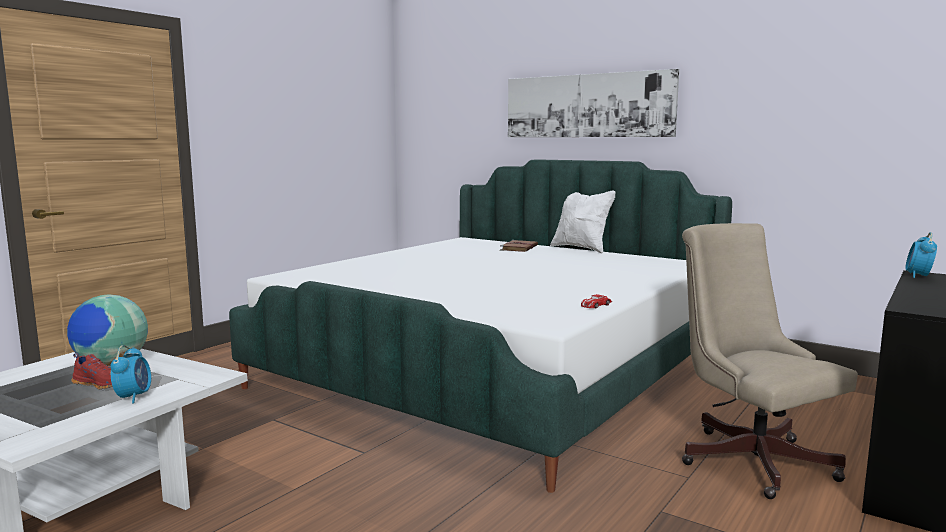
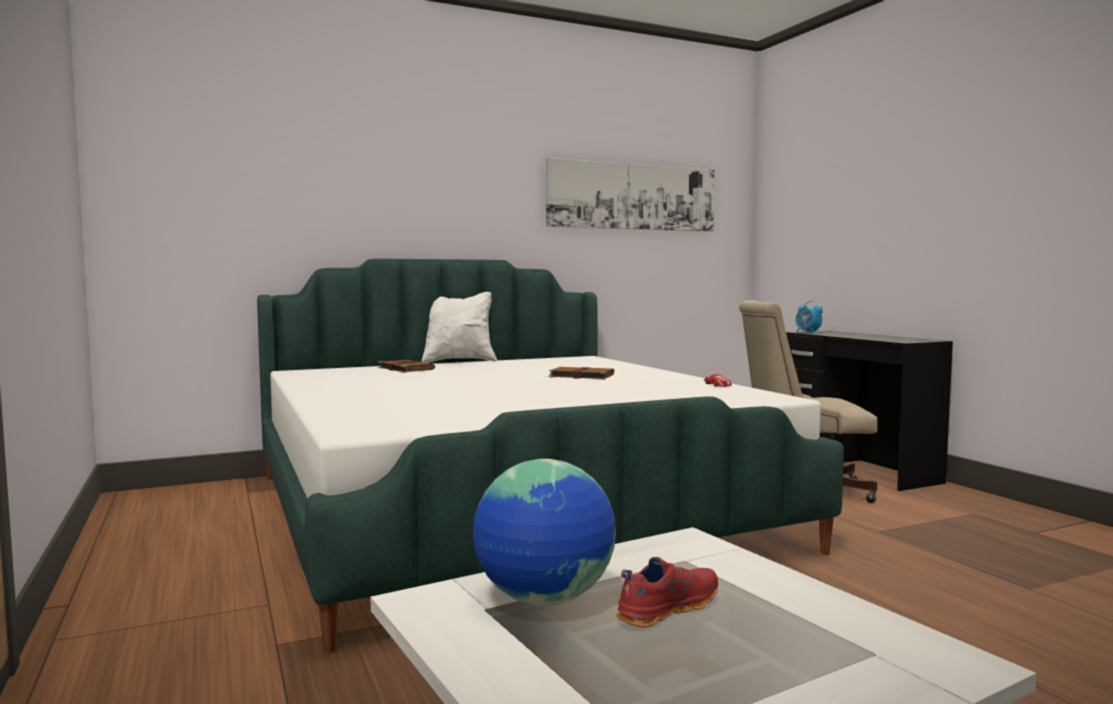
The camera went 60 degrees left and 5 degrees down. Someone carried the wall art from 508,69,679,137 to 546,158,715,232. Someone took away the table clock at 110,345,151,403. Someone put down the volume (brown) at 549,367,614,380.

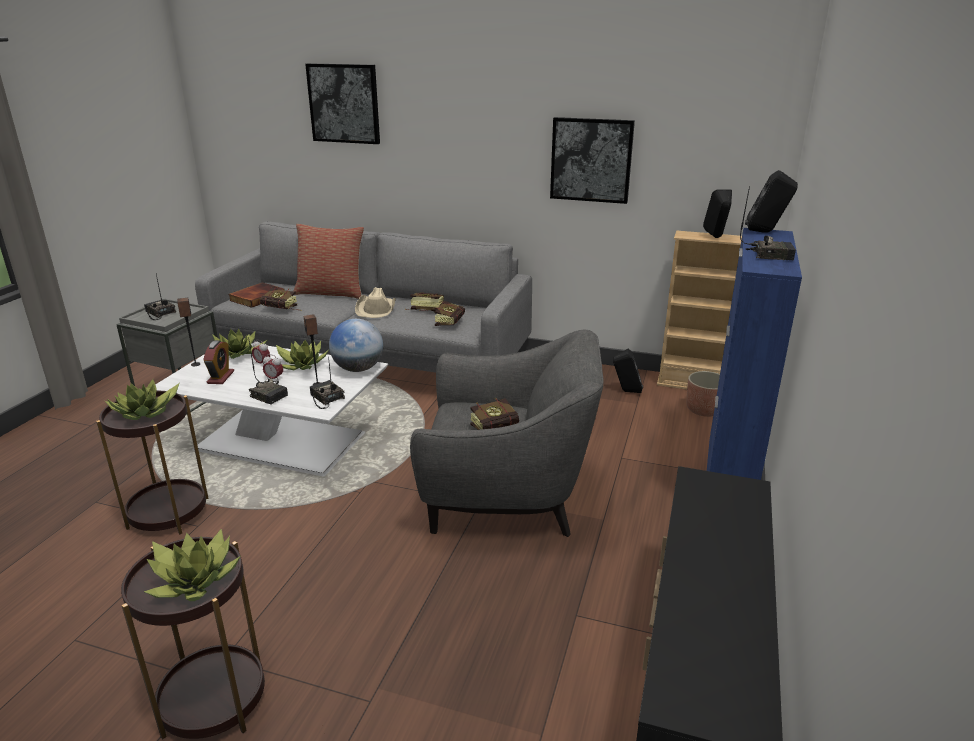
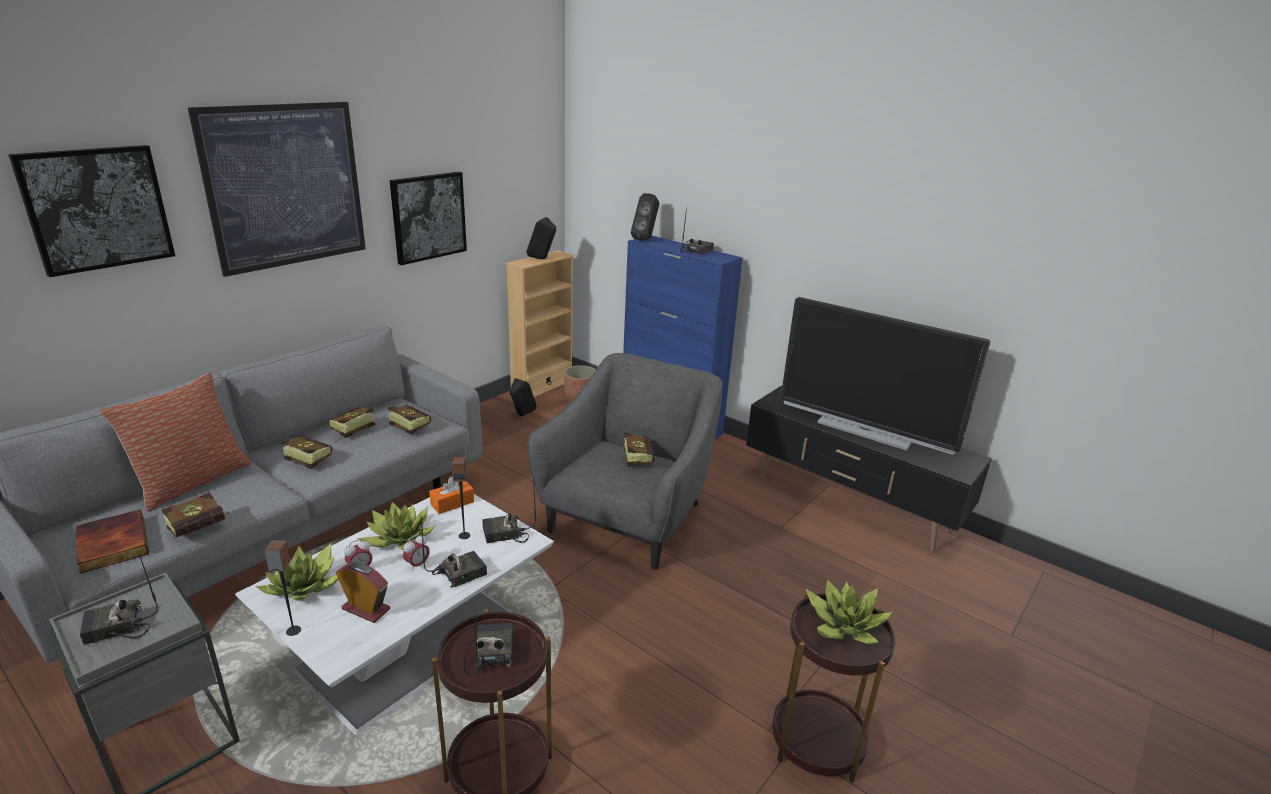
The camera went 70 degrees left and 0 degrees up. Someone swapped the clothing hat (beige-coloured) at 355,287,396,318 for the volume at 281,436,332,469. Someone swapped the desk globe at 329,319,383,372 for the tissue holder (orangey) at 429,476,474,514. Someone swapped the houseplant at 105,379,179,420 for the radio set at 464,615,513,677. Someone put up the wall art at 188,102,366,277. Someone put down the television at 781,297,990,455.

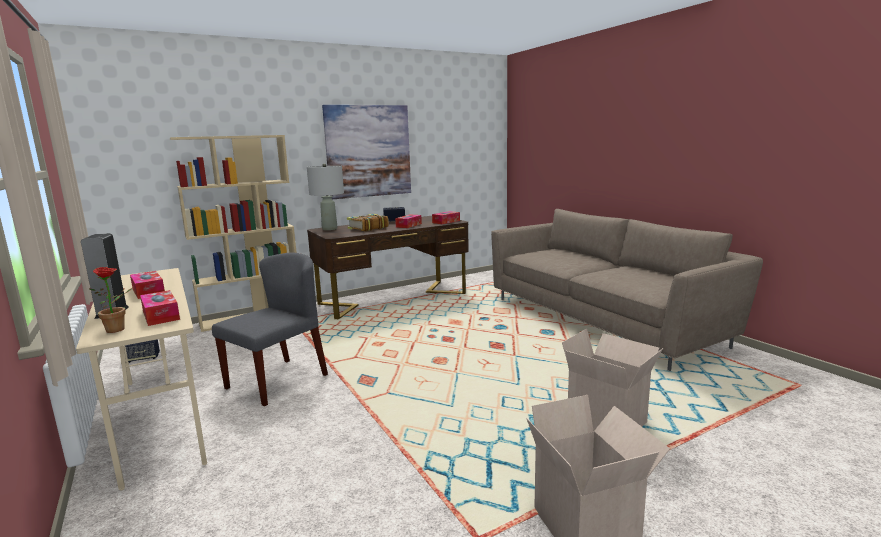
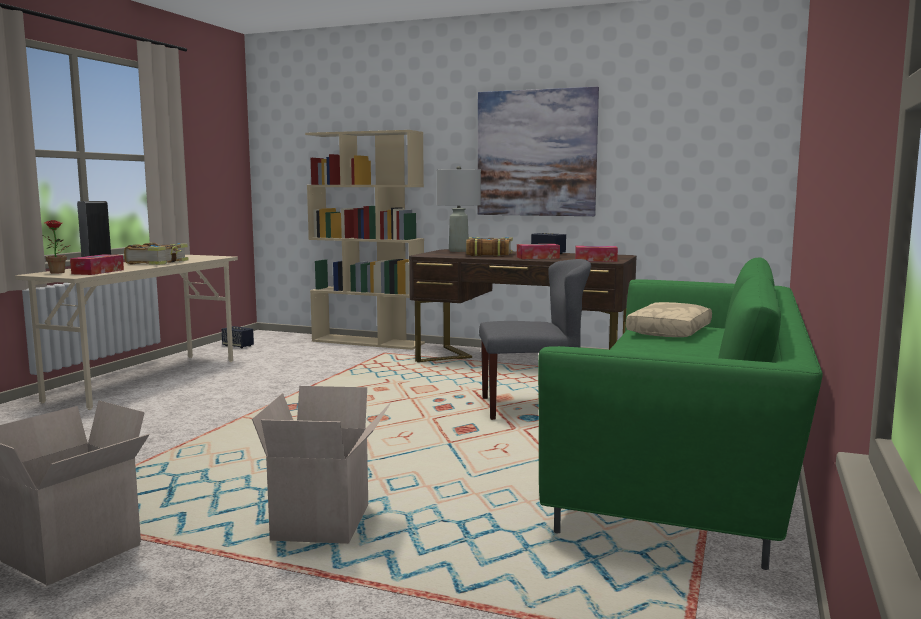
The camera went 50 degrees right and 5 degrees down. Someone repainted the sofa (beige-coloured) at 491,209,763,371, which became the sofa (green) at 538,258,823,570. Someone carried the chair (grey) from 212,253,328,406 to 479,259,591,420. Someone swapped the tissue holder at 130,271,165,299 for the volume at 124,243,188,265. Someone put down the cushion (beige-coloured) at 626,302,712,337.

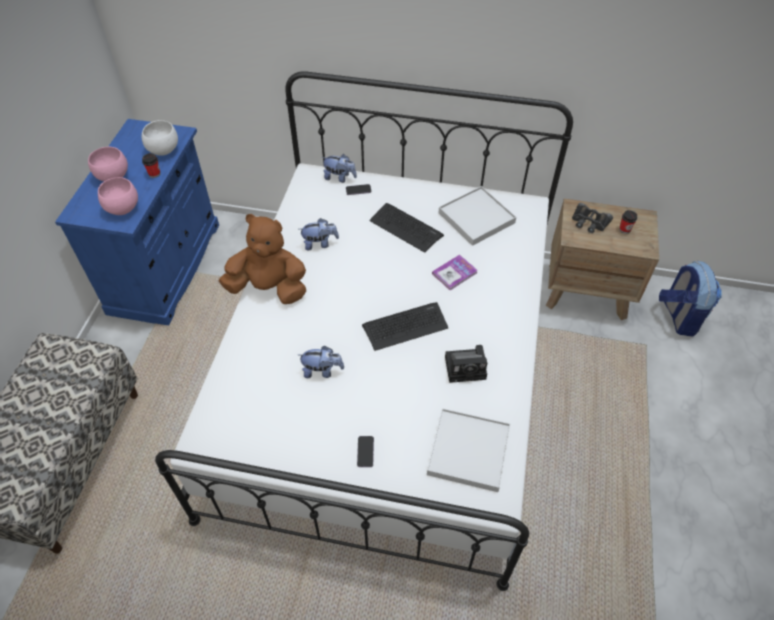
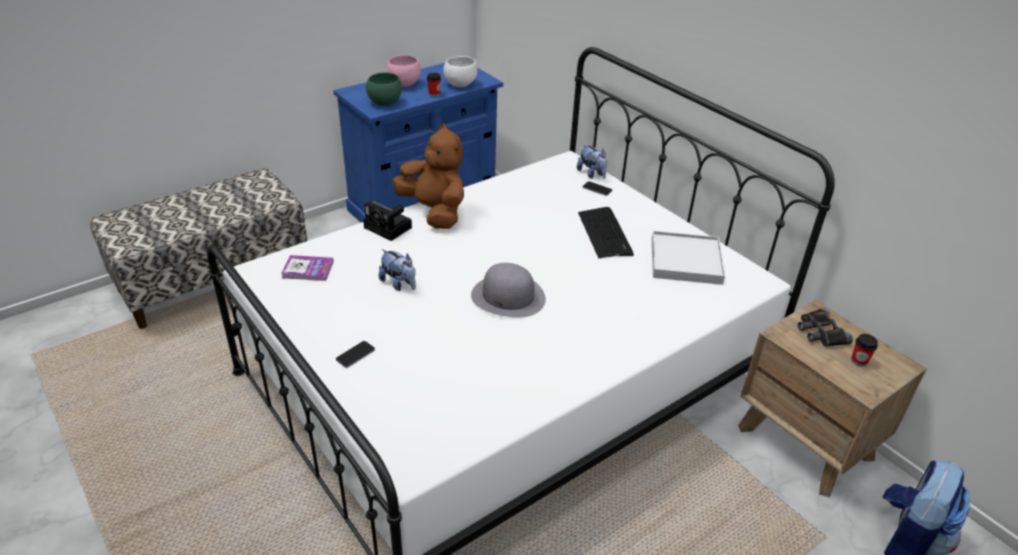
The camera went 40 degrees right and 15 degrees down. Someone repainted the deep dish (pink-coloured) at 98,177,138,215, which became the deep dish (green) at 366,72,402,106. Someone took away the cuddly toy at 299,218,339,250. Someone carried the volume from 432,255,478,290 to 281,255,334,281. Someone swapped the PC keyboard at 362,302,448,351 for the clothing hat (grey) at 471,263,546,318. Someone carried the photo camera from 445,345,487,383 to 363,201,412,241. Someone took away the serving tray (white) at 427,408,510,492.

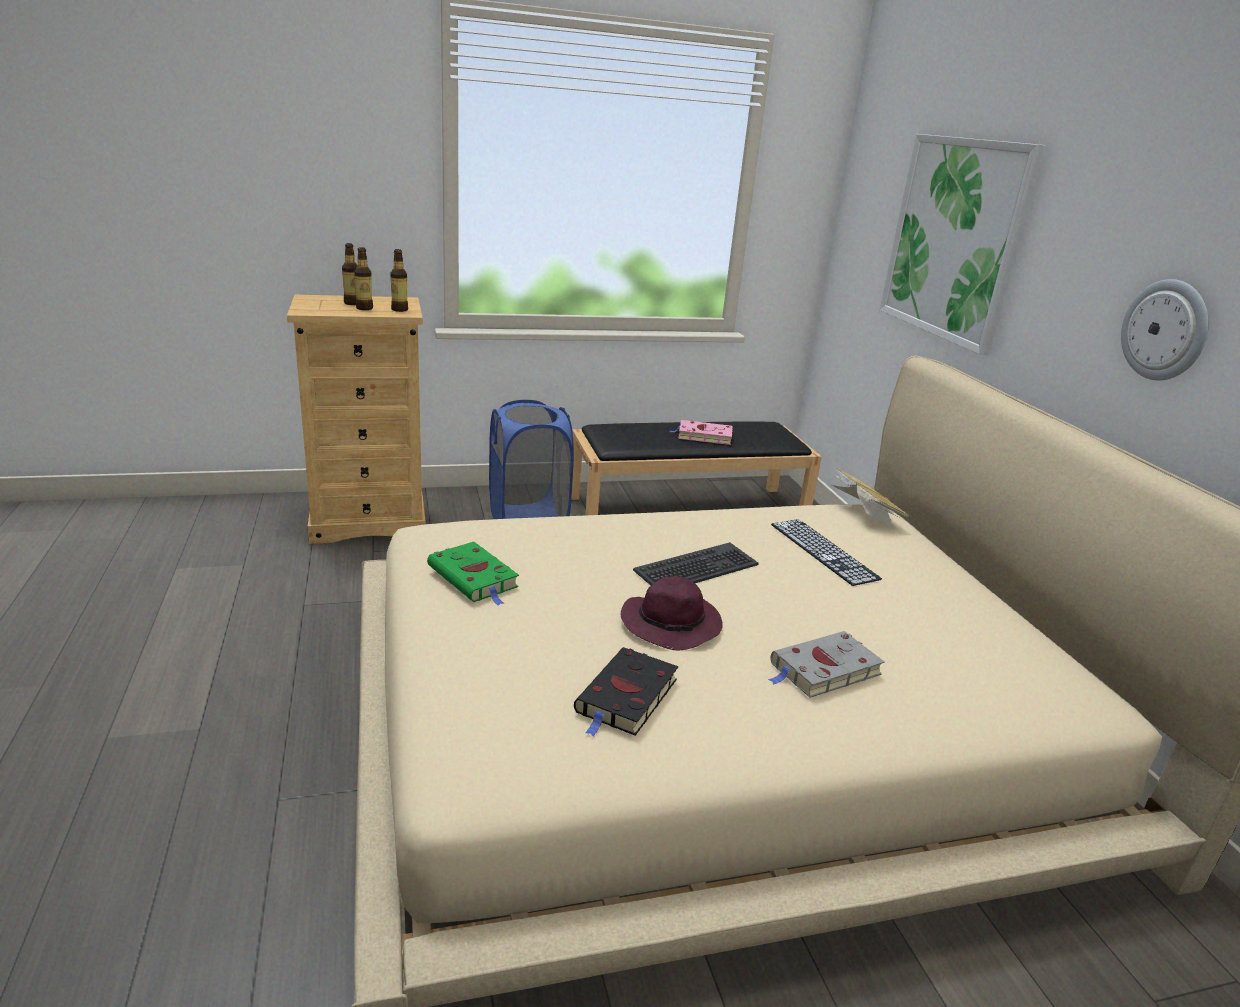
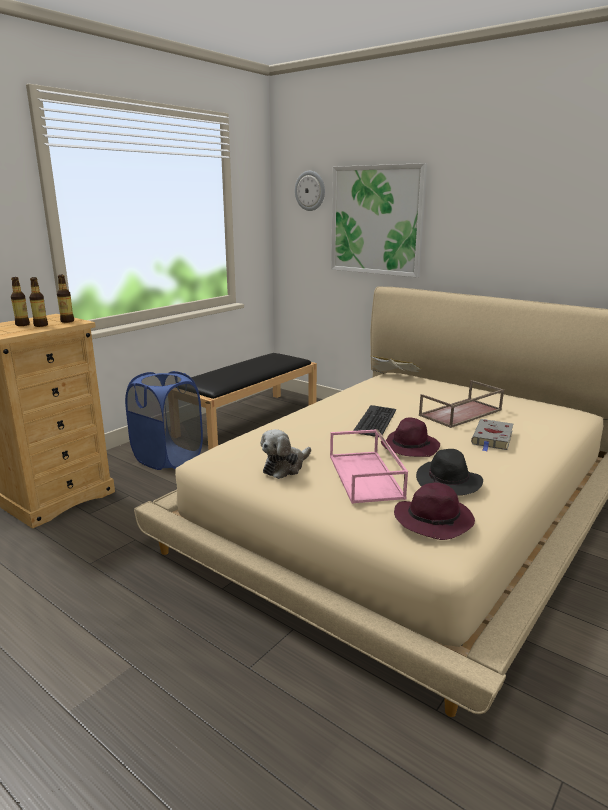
The camera went 35 degrees left and 5 degrees down. Someone carried the clock on the wall from 1121,279,1209,380 to 295,171,325,211. Someone took away the volume (pink-coloured) at 669,420,733,445. Someone took away the PC keyboard at 771,519,882,586. Someone swapped the volume (green) at 427,542,519,606 for the cuddly toy at 261,429,311,479. Someone swapped the volume (blackish) at 574,647,678,736 for the clothing hat (blackish) at 416,449,483,495. Someone put down the serving tray (brown) at 419,380,504,428. Someone put down the serving tray (pink-coloured) at 330,429,408,504. Someone put down the clothing hat (purple) at 394,482,475,540.

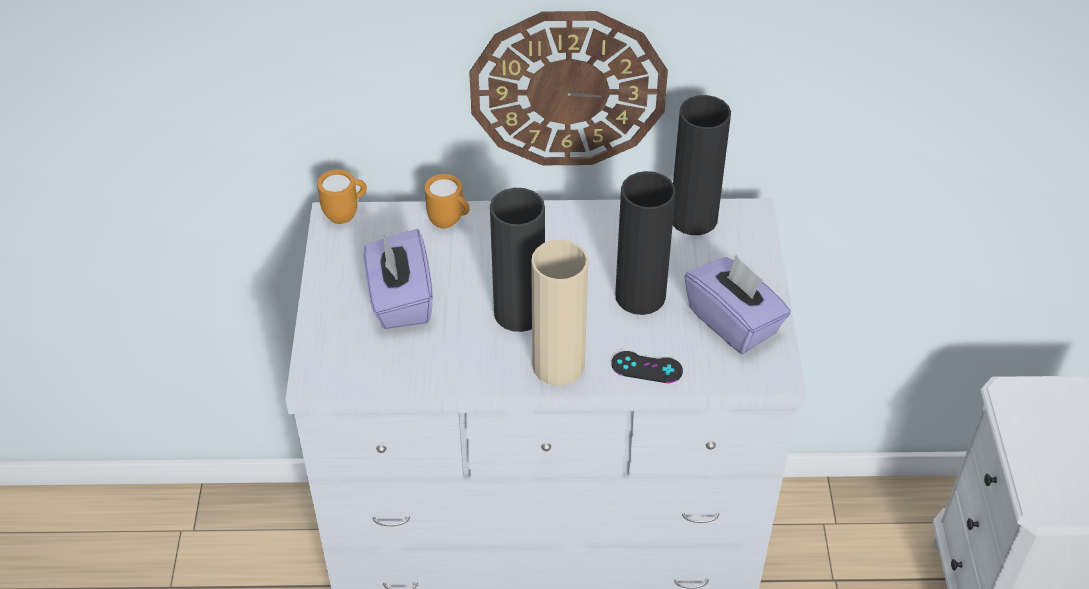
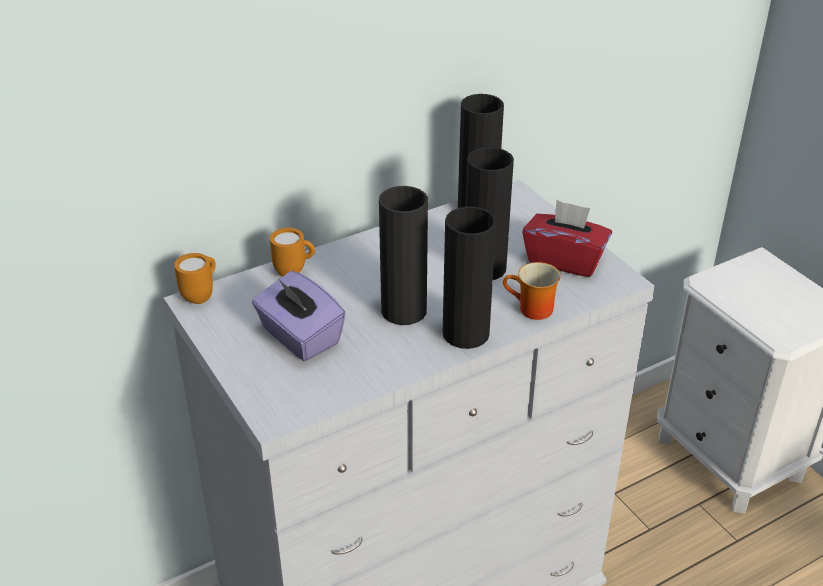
The camera went 30 degrees left and 10 degrees down. Someone took away the clock on the wall at 469,11,668,165. Someone repainted the flower vase (beige-coloured) at 531,240,588,386, which became the flower vase (blackish) at 443,206,496,349. Someone repainted the tissue holder (purple) at 684,255,791,354, which became the tissue holder (red-coloured) at 522,200,612,277. Someone swapped the joypad (blackish) at 611,351,683,383 for the tea mug at 503,262,561,320.

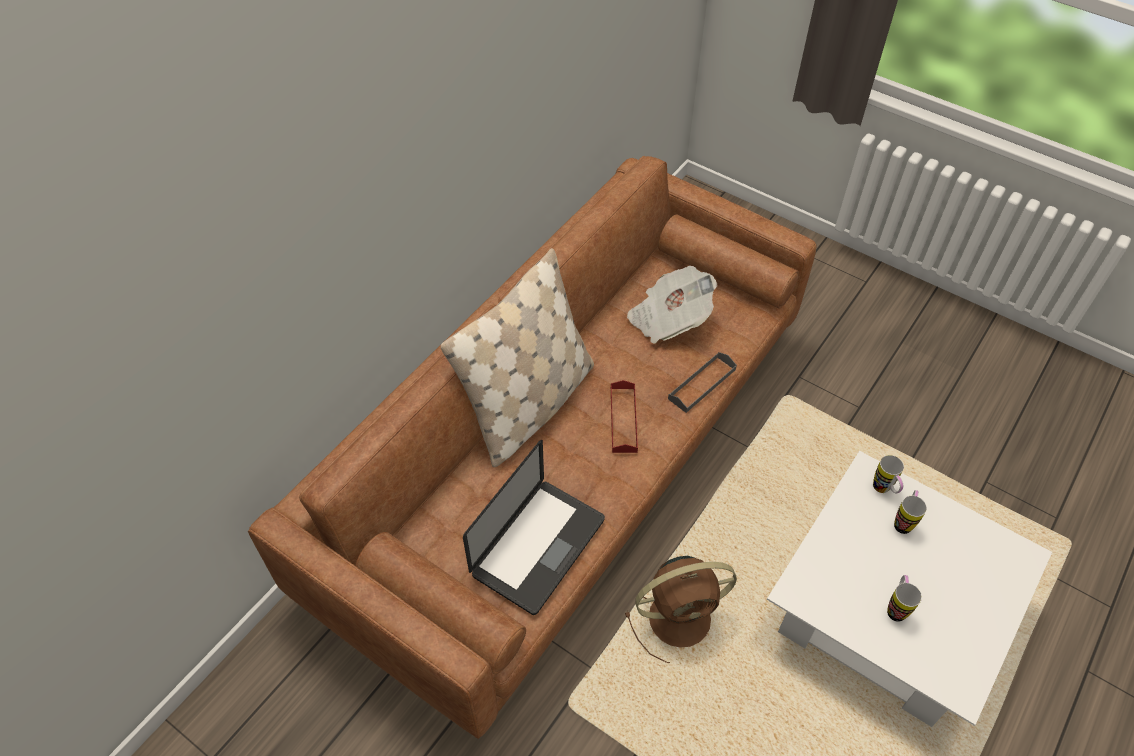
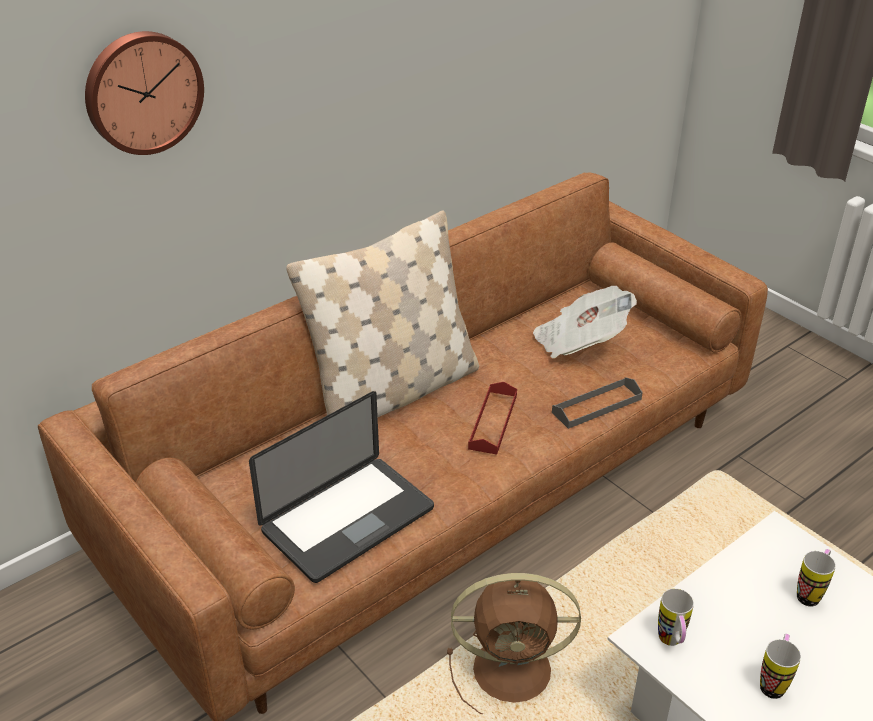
The camera went 15 degrees right and 15 degrees down. Someone carried the tea mug from 873,455,904,493 to 658,588,694,646. Someone put up the clock on the wall at 85,31,204,155.

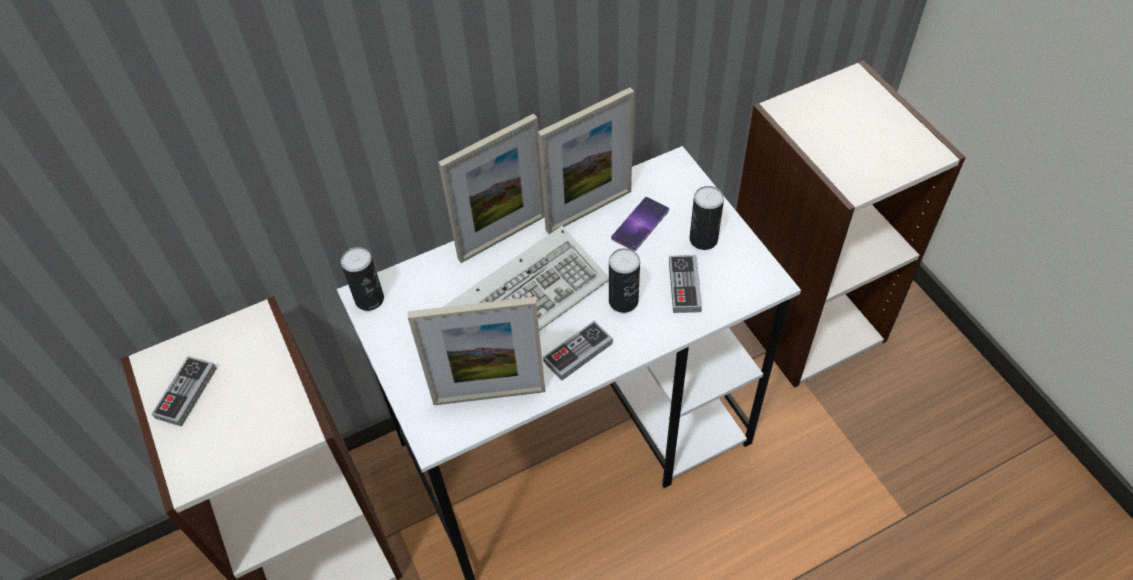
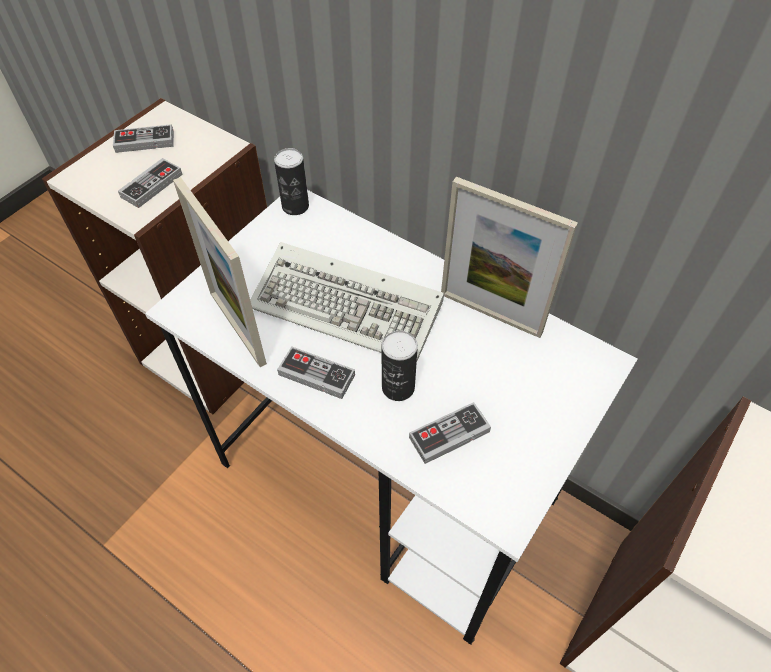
The camera went 60 degrees right and 0 degrees up. Someone took away the picture frame at 438,114,545,263. Someone took away the sealed can at 690,186,724,250. Someone took away the handset at 611,197,669,251. Someone put down the joypad at 118,158,183,208.

